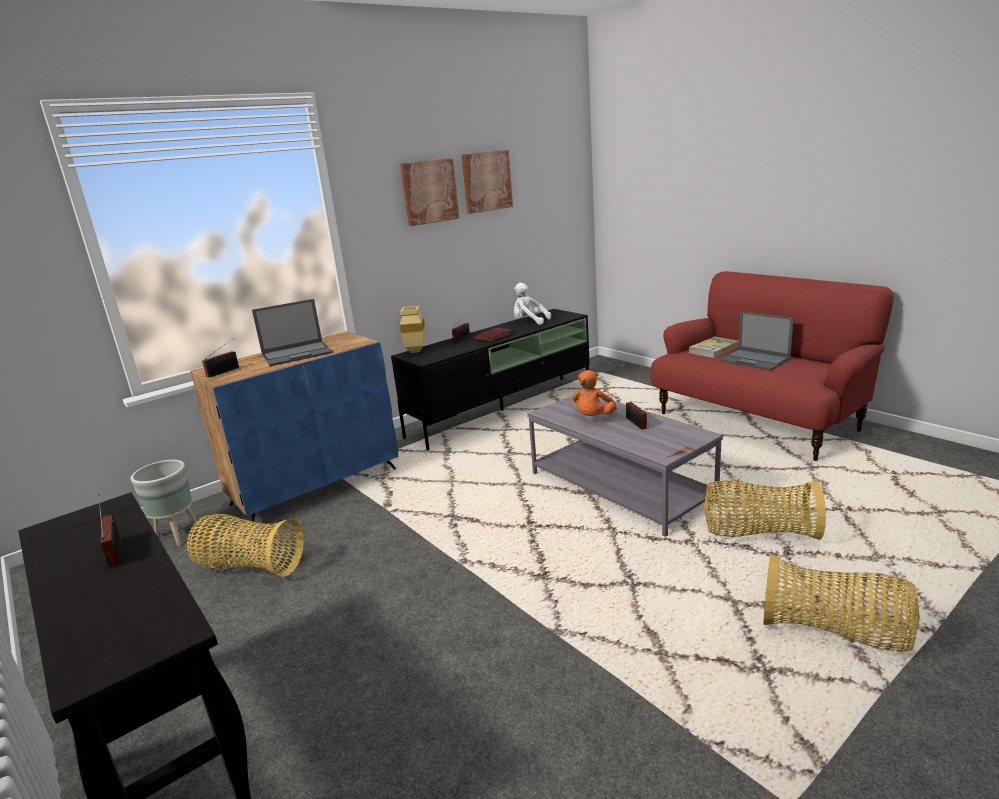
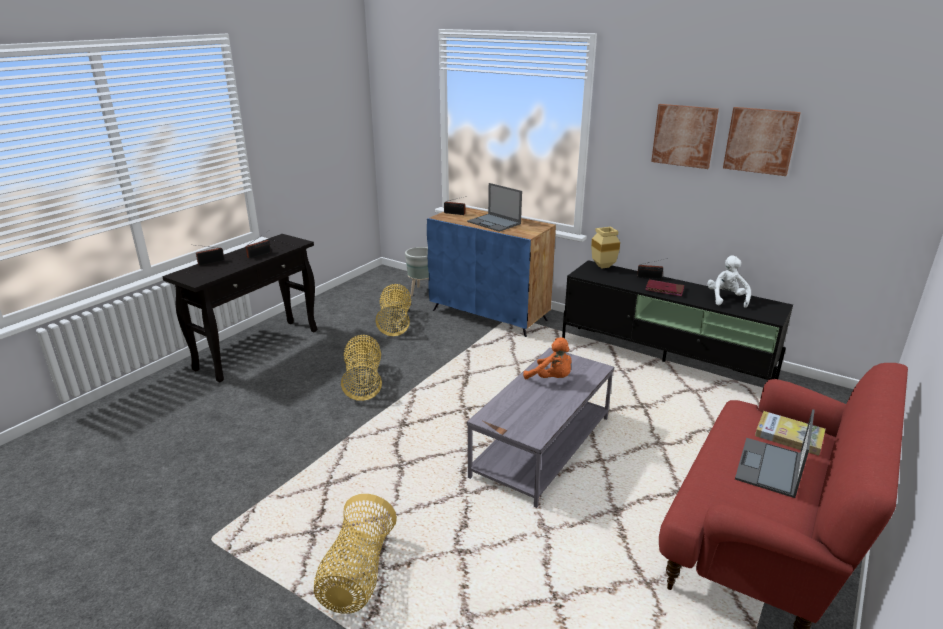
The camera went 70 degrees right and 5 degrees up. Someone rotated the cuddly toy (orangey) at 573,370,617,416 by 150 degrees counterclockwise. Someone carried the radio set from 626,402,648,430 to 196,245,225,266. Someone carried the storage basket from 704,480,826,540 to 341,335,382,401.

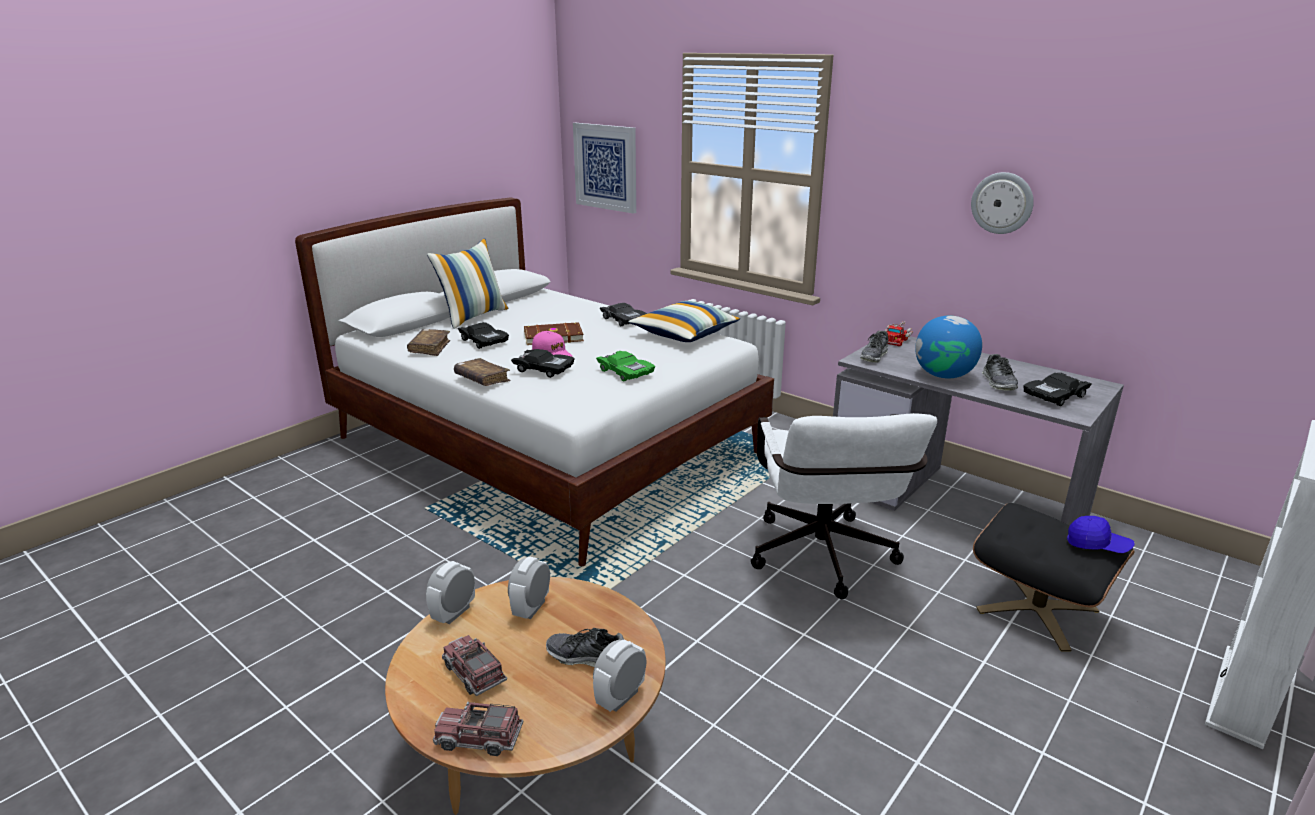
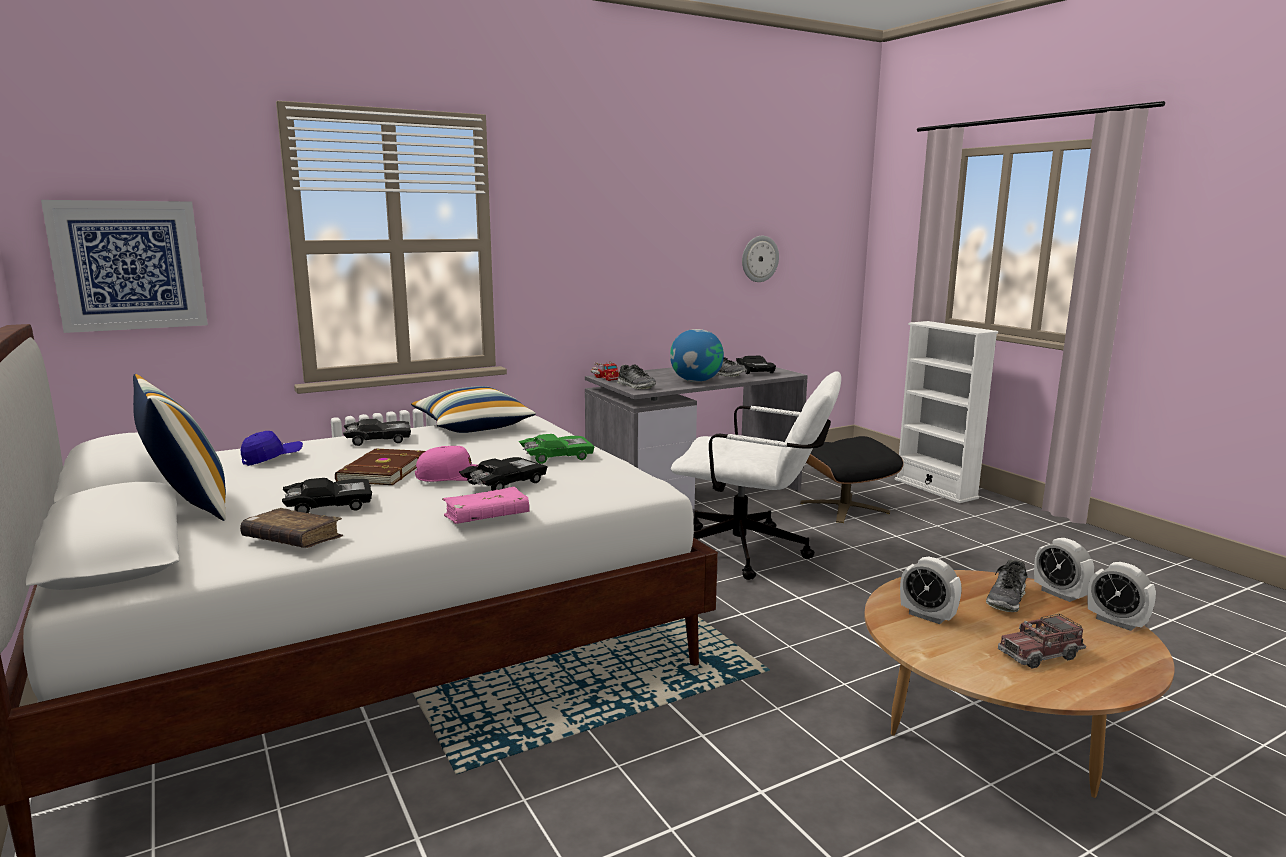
The camera went 70 degrees left and 10 degrees down. Someone carried the clock on the wall from 971,172,1034,234 to 742,236,779,282. Someone repainted the volume (brown) at 454,358,511,386, which became the volume (pink-coloured) at 442,487,529,524. Someone carried the cap (bluish) from 1067,516,1135,553 to 240,431,303,466. Someone carried the table clock from 426,561,475,624 to 1087,562,1156,631. Someone took away the toy lorry at 433,702,523,756.

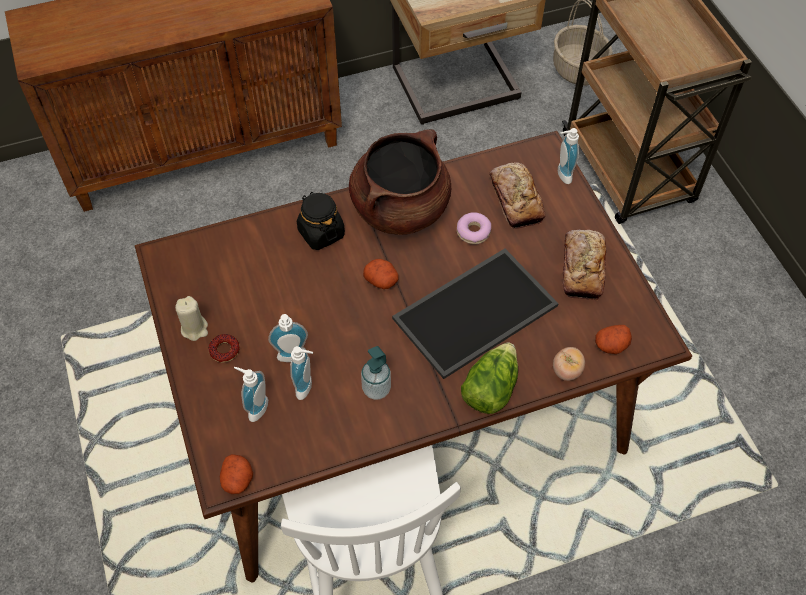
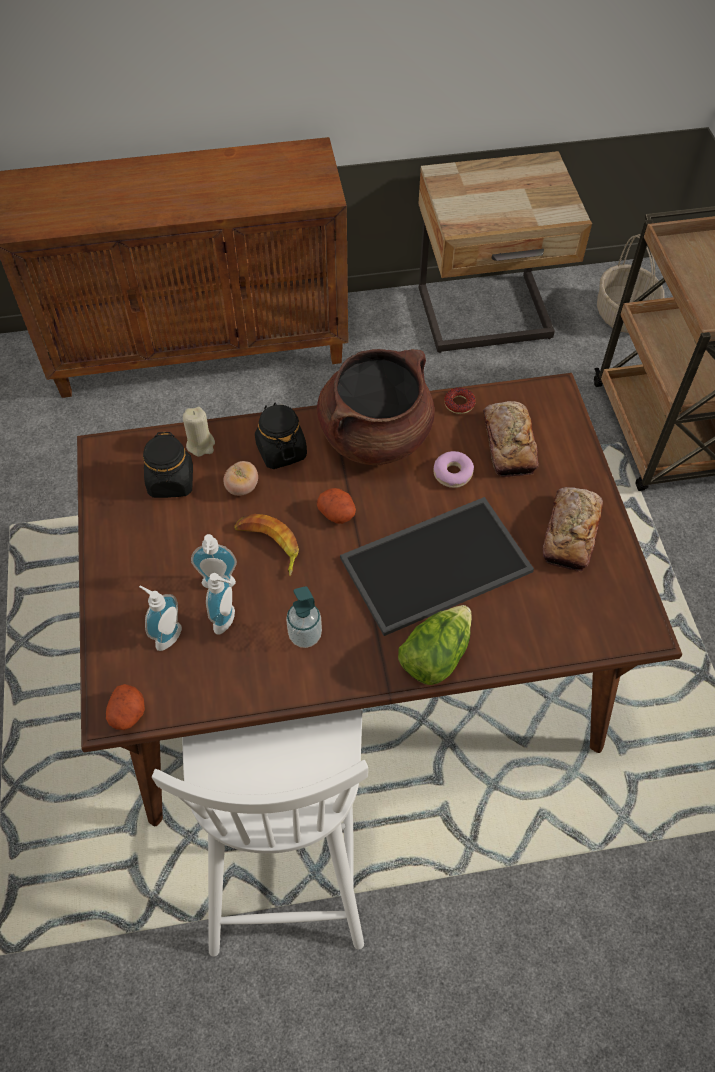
The camera went 10 degrees right and 0 degrees up. Someone took away the liquid soap bottle at 558,128,579,184. Someone carried the wax candle (beige-coloured) from 175,296,208,341 to 183,407,215,457. Someone took away the spud at 595,325,632,354. Someone carried the ring doughnut from 208,334,240,363 to 444,387,476,414. Someone carried the tomato from 553,347,585,381 to 224,461,258,496. Someone put down the preserve jar (blackish) at 143,432,193,498. Someone put down the banana at 234,514,299,576.

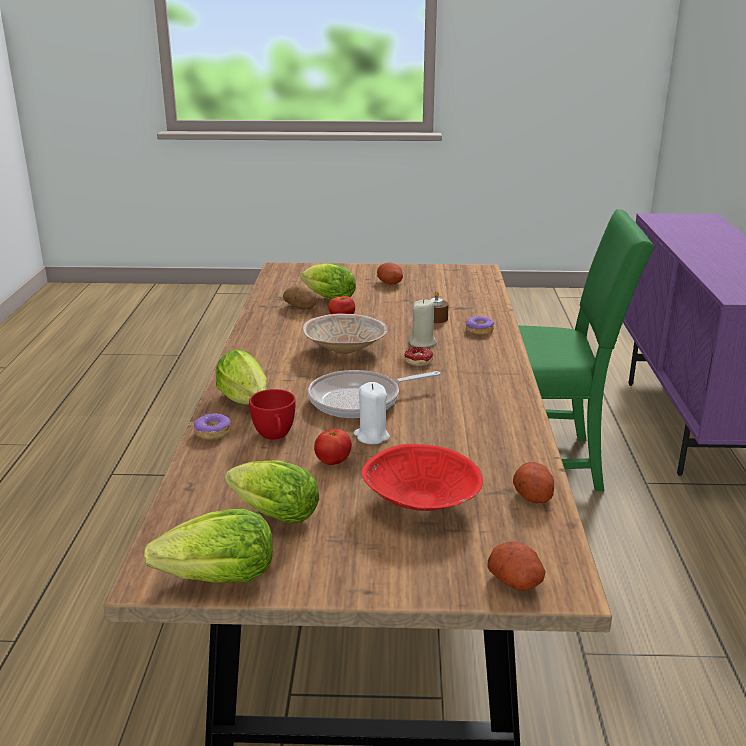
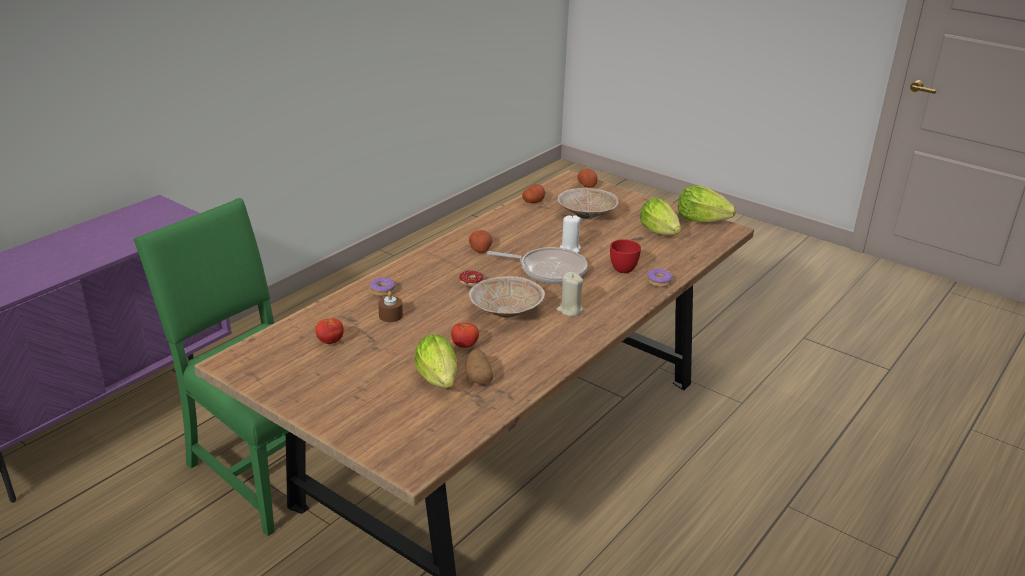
The camera went 145 degrees left and 5 degrees up. Someone carried the spud from 377,262,403,285 to 469,230,492,253. Someone carried the wax candle (beige-coloured) from 409,299,437,347 to 556,272,584,316. Someone took away the lettuce at 216,350,267,405. Someone carried the tomato from 314,429,352,465 to 316,318,344,344. Someone repainted the deep dish (red-coloured) at 361,444,483,511, which became the deep dish (beige-coloured) at 557,188,619,219.

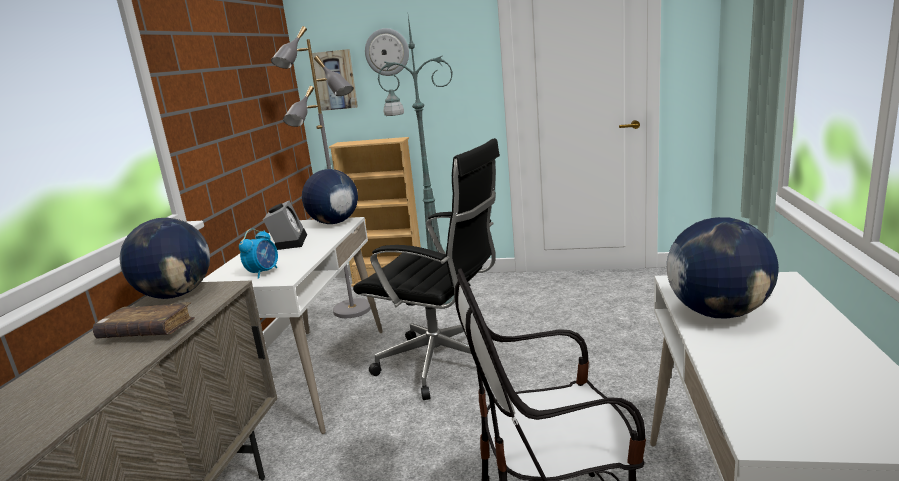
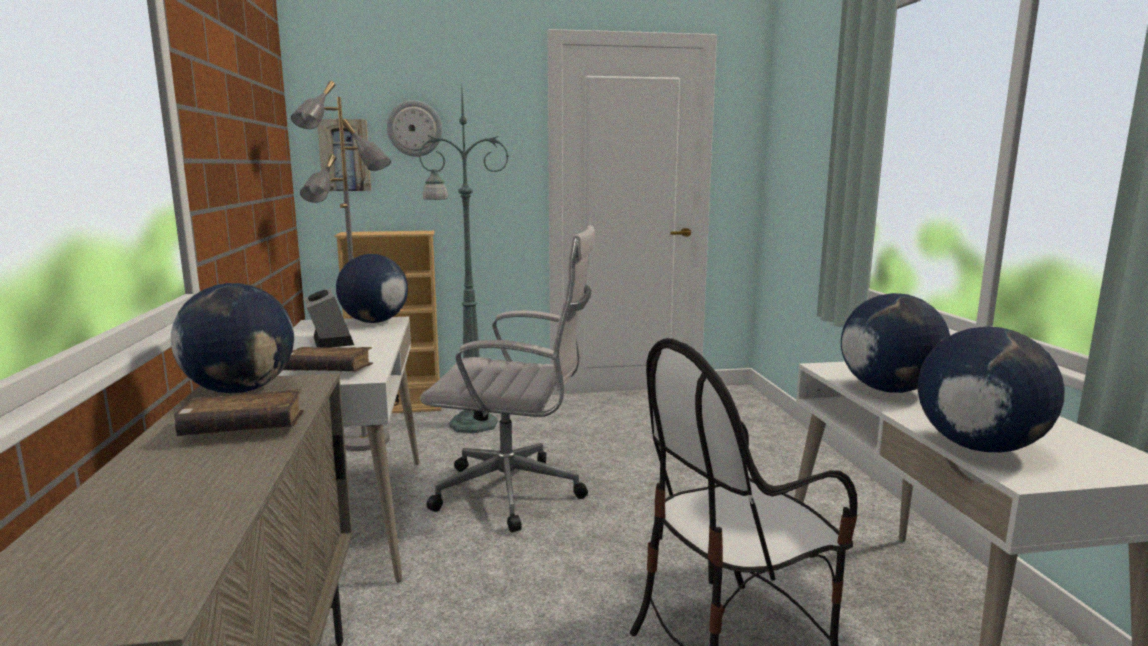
The camera went 20 degrees left and 5 degrees down. Someone repainted the computer chair (blackish) at 353,138,500,400, which became the computer chair (white) at 420,225,595,533. Someone swapped the table clock at 239,229,278,279 for the volume (brown) at 283,347,373,371. Someone put down the desk globe at 918,326,1065,452.

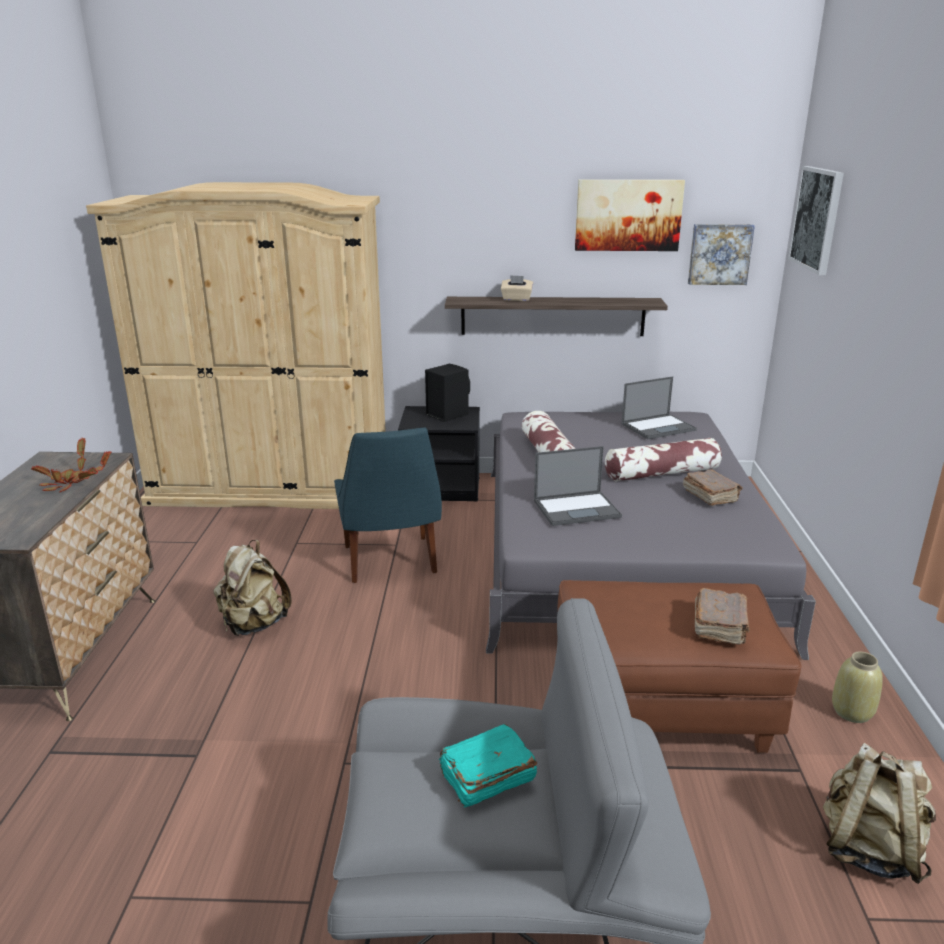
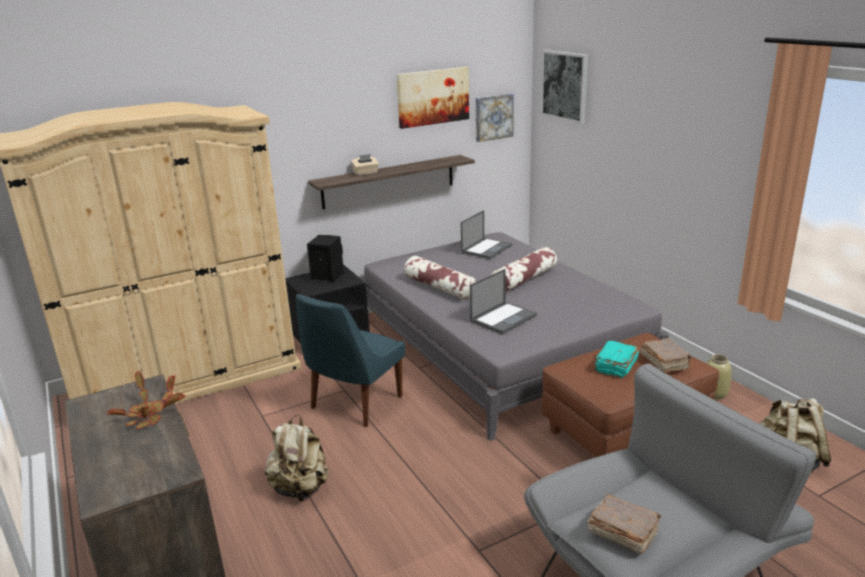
The camera went 30 degrees left and 0 degrees up. Someone rotated the chair (bluish) at 334,428,442,583 by 75 degrees clockwise. Someone carried the volume (brown) from 683,469,743,506 to 588,494,661,554. Someone carried the volume (blue-green) from 439,724,537,808 to 594,341,639,378.

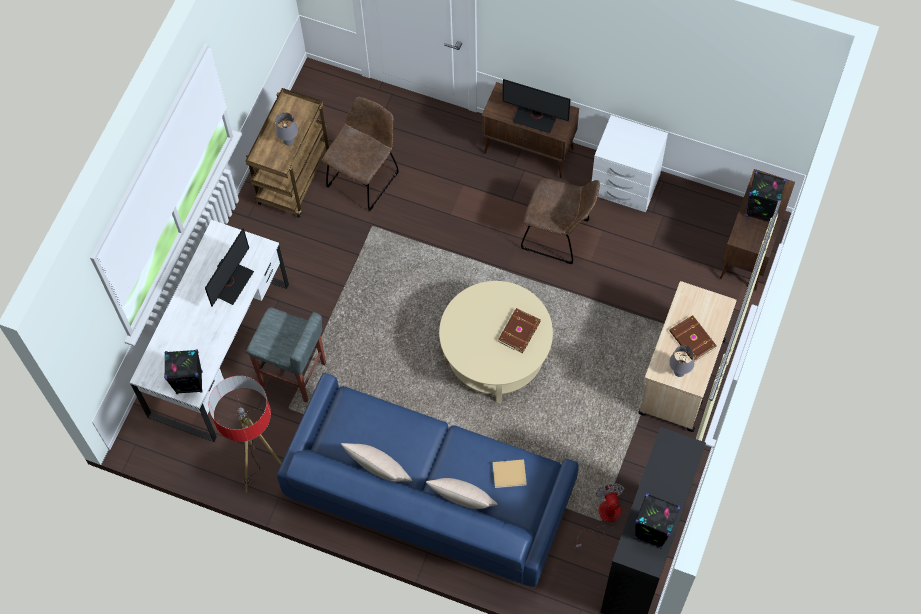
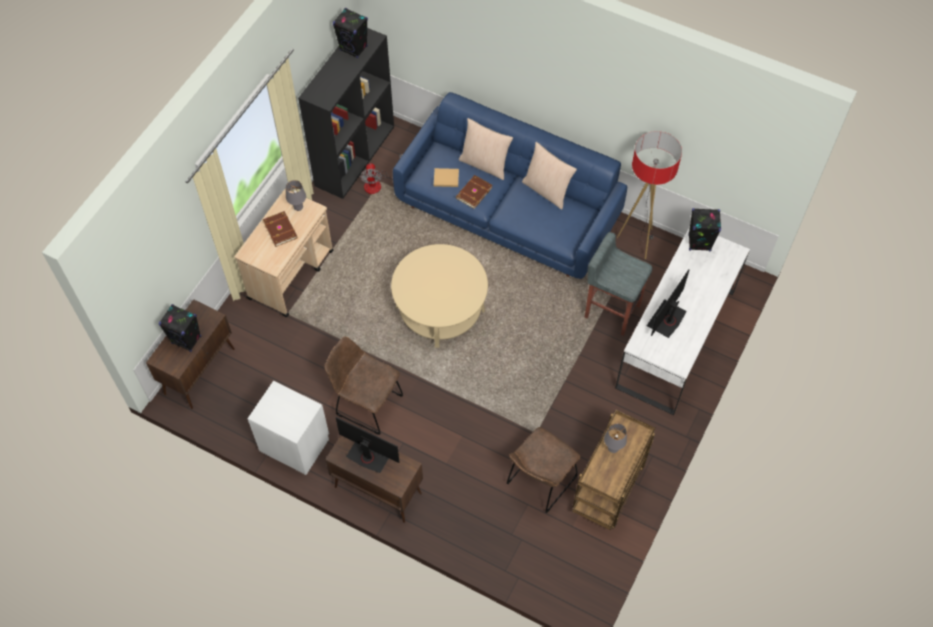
The camera went 175 degrees left and 5 degrees down. Someone carried the volume (brown) from 498,308,541,353 to 456,175,493,209.

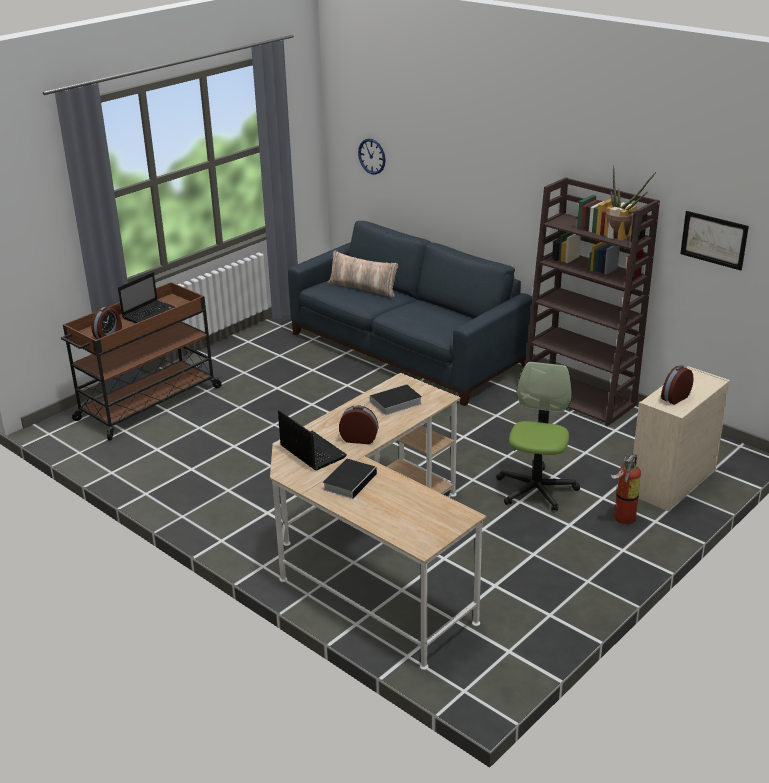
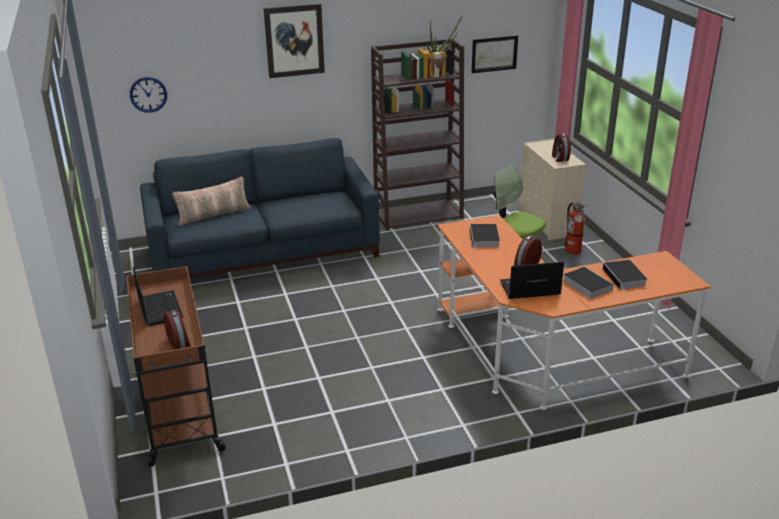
The camera went 60 degrees left and 0 degrees up. Someone repainted the desk unit (beige-coloured) at 270,373,486,670, which became the desk unit (orangey) at 437,215,711,410. Someone put up the wall art at 263,3,325,78. Someone put down the volume at 603,260,648,293.

